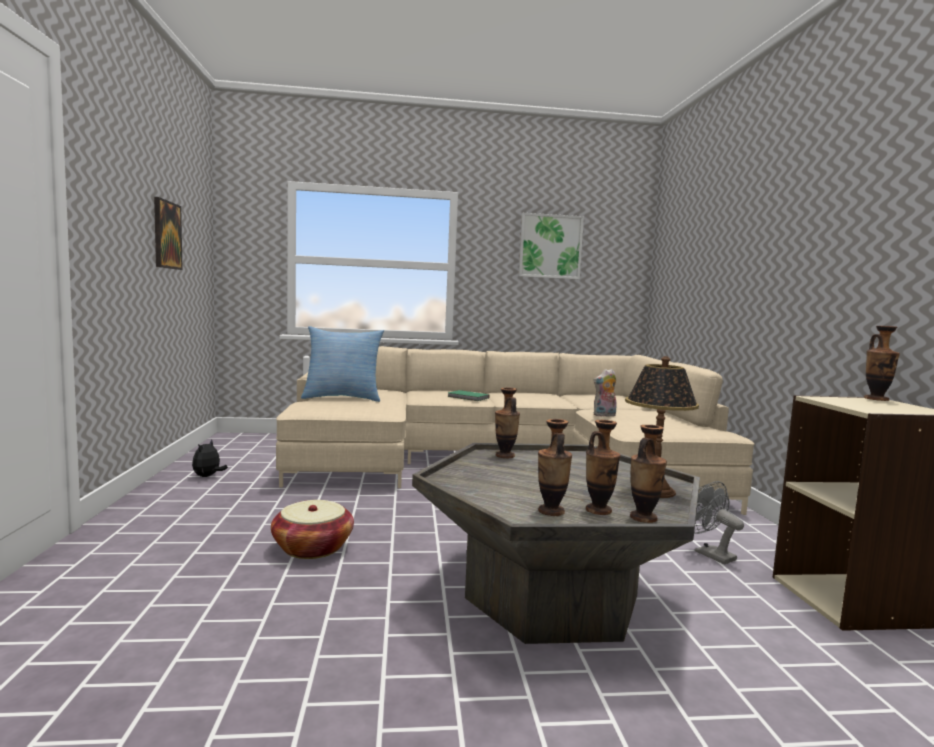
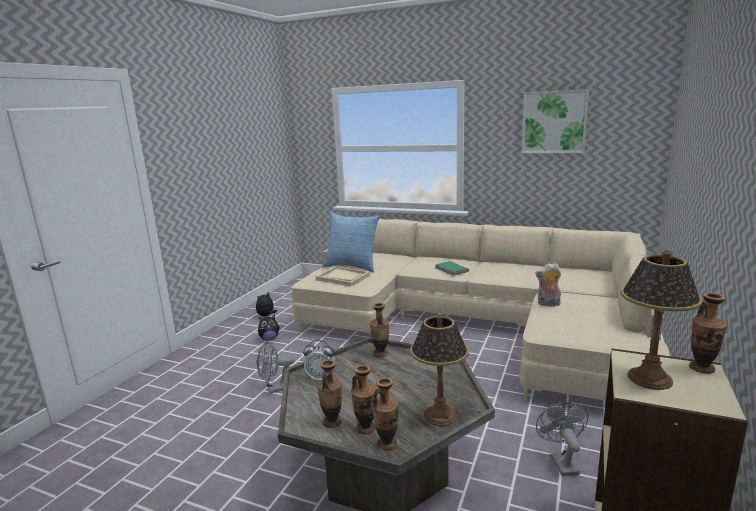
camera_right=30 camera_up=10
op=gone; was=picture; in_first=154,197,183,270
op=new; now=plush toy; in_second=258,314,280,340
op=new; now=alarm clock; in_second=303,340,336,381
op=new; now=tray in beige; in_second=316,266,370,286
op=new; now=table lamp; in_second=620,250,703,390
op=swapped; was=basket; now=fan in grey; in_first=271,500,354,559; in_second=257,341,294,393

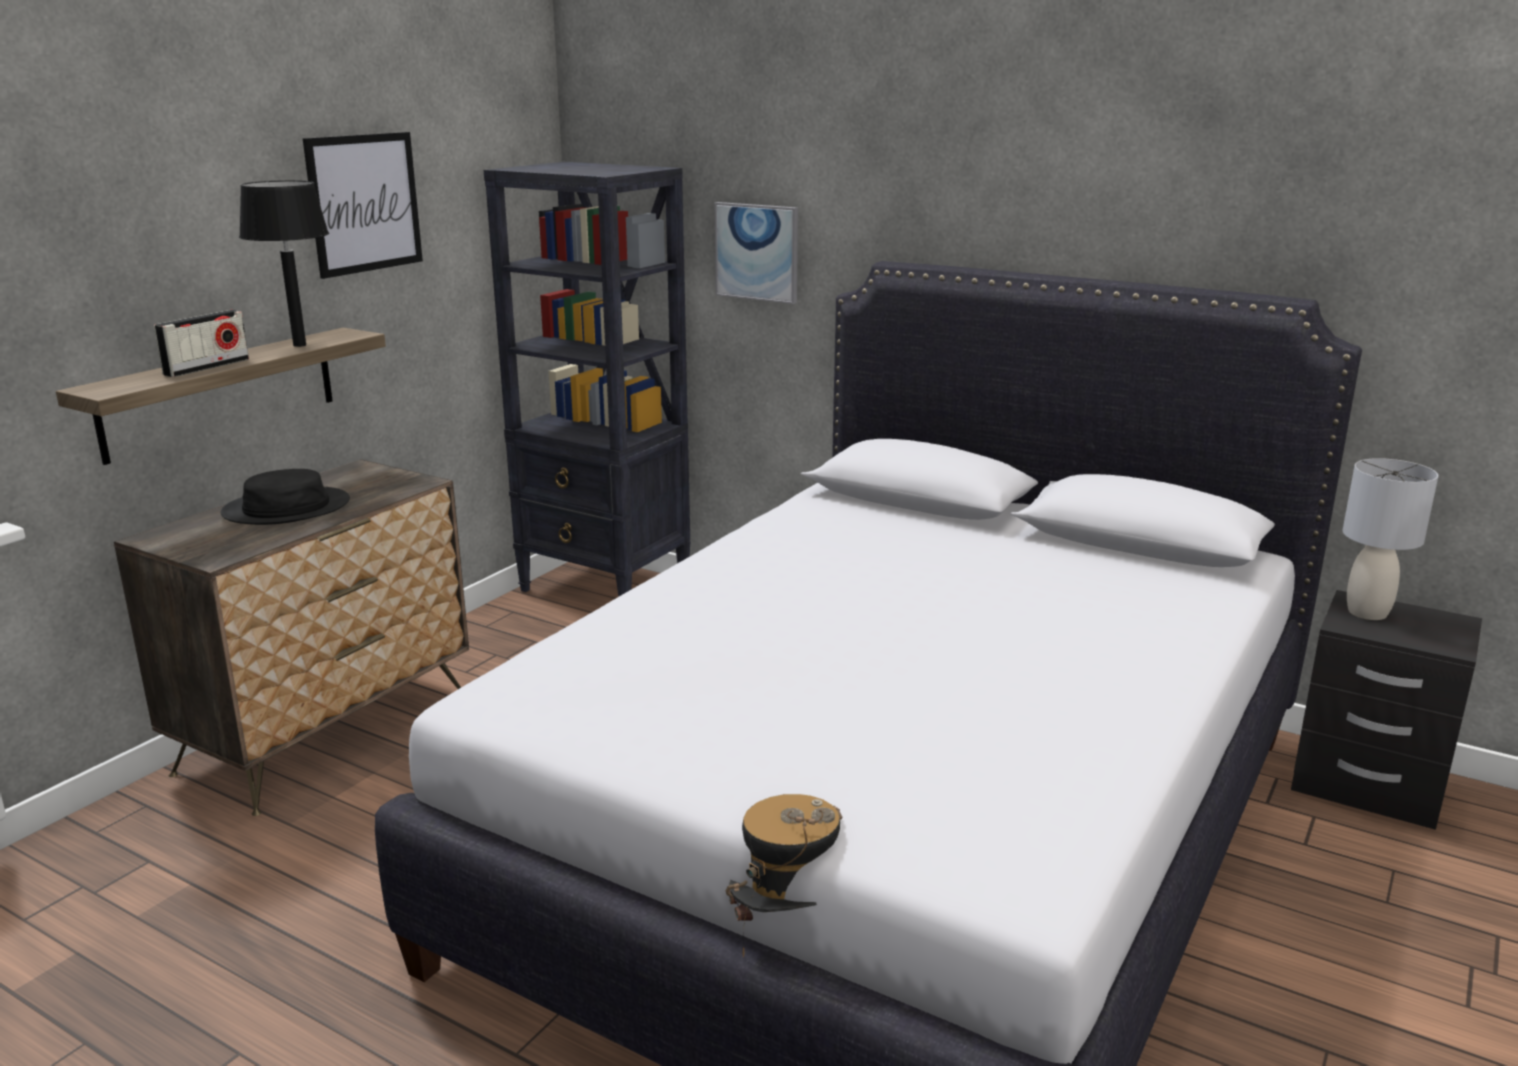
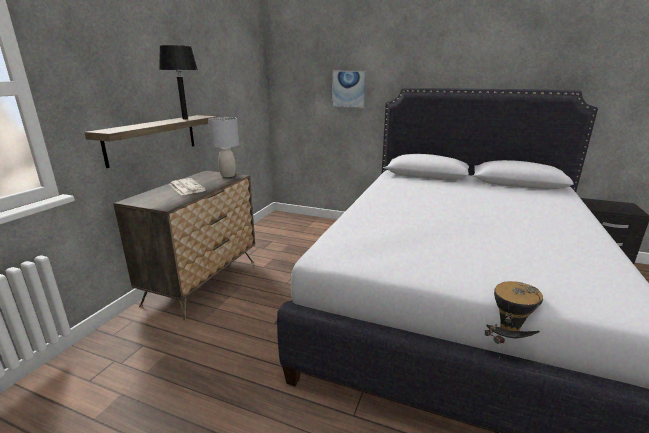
camera_right=-10 camera_up=0
op=gone; was=radio; in_first=154,310,249,377
op=gone; was=picture; in_first=303,132,423,279
op=gone; was=bookcase in black; in_first=484,162,690,597
op=shifted; was=table lamp in grey; in_first=1342,458,1438,620; in_second=208,117,239,177
op=swapped; was=hat in black; now=newspaper; in_first=221,469,350,525; in_second=169,178,206,196

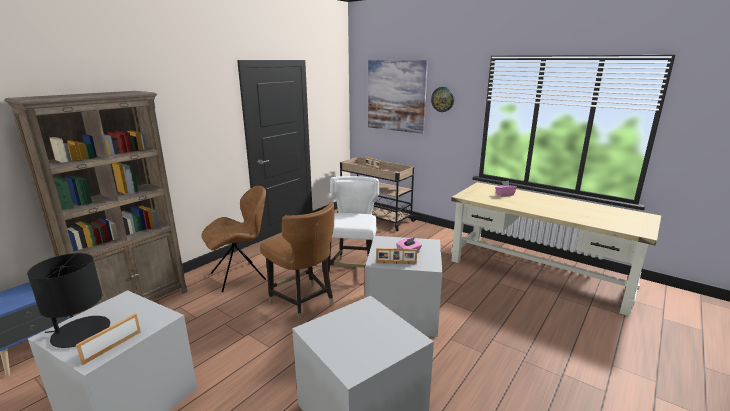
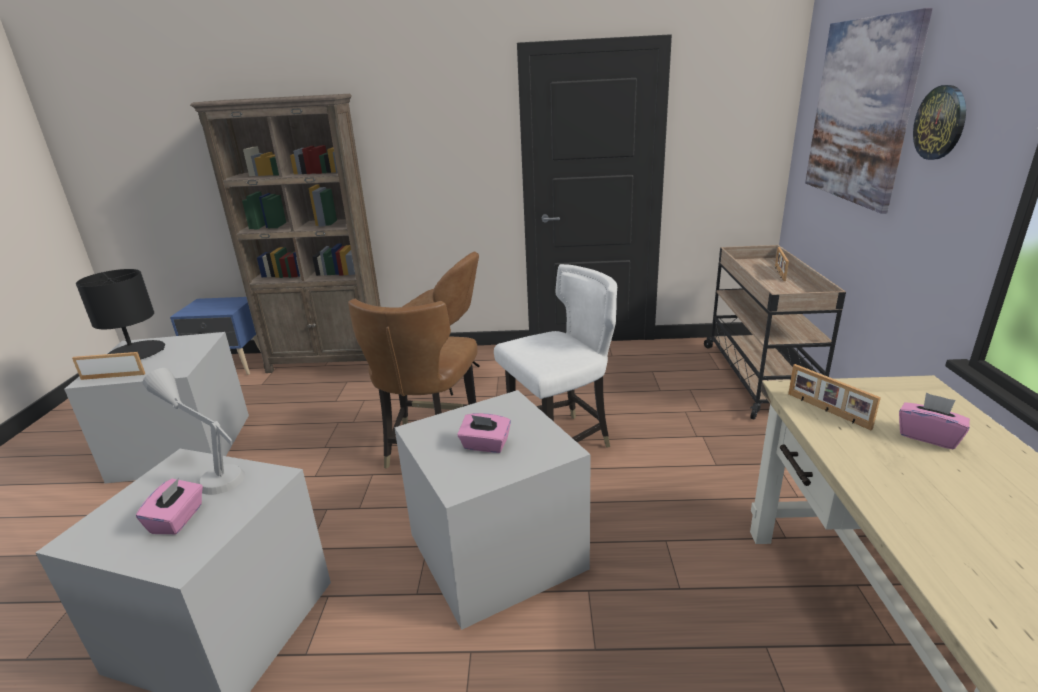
camera_right=55 camera_up=5
op=new; now=tissue box in pink; in_second=136,478,203,534
op=new; now=table lamp in grey; in_second=142,368,245,495
op=shifted; was=picture frame; in_first=376,248,417,264; in_second=788,364,881,430

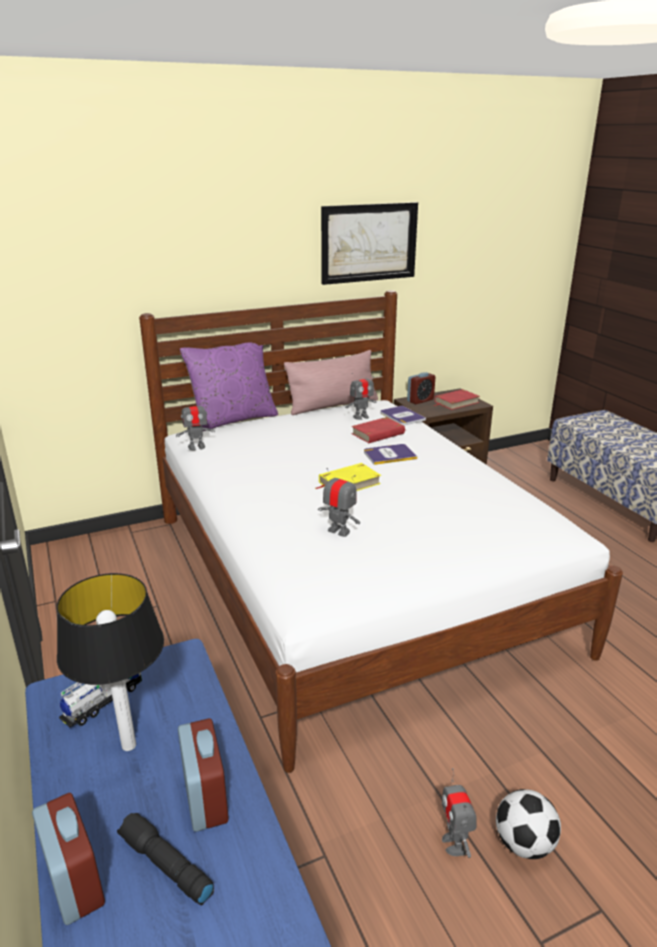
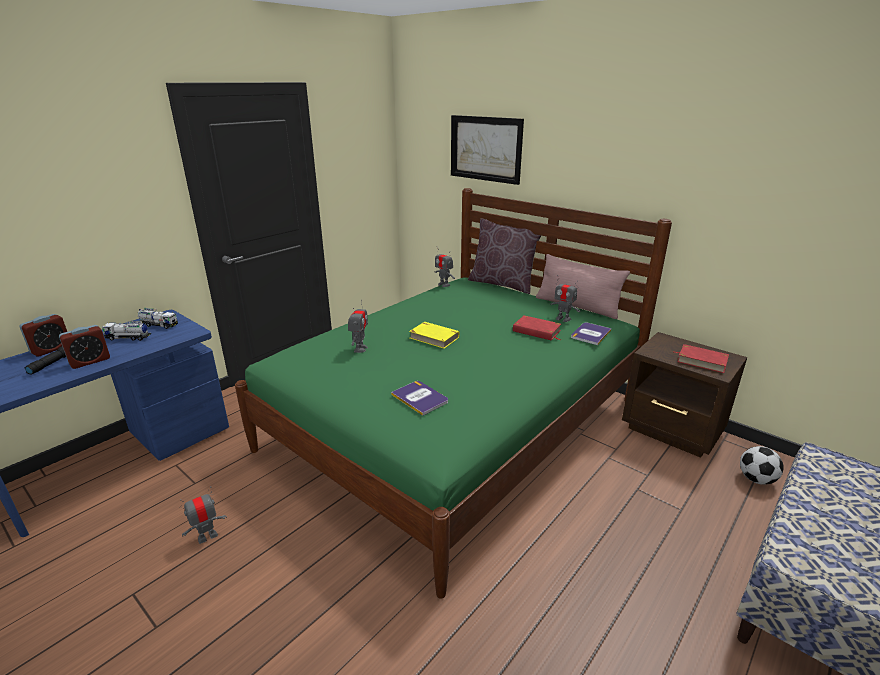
camera_right=65 camera_up=0
op=gone; was=alarm clock; in_first=407,372,435,404
op=shifted; was=picture; in_first=321,202,418,285; in_second=451,115,524,185
op=shifted; was=book; in_first=364,444,418,465; in_second=391,381,448,416
op=shifted; was=football; in_first=496,789,561,859; in_second=740,446,784,485
op=swapped; was=table lamp; now=toy truck; in_first=57,573,164,751; in_second=102,321,151,341
op=repainted; was=bed in white; now=bed in green; in_first=139,290,623,773; in_second=235,188,672,599
op=repainted; was=pillow in purple; now=pillow in brown; in_first=180,342,278,431; in_second=468,219,541,294

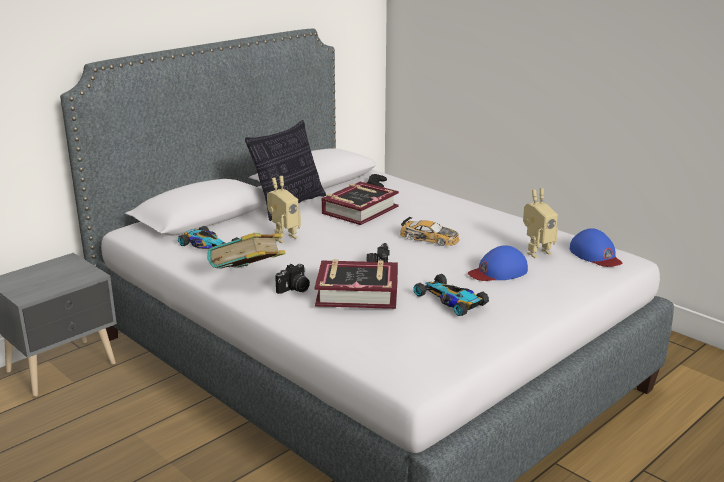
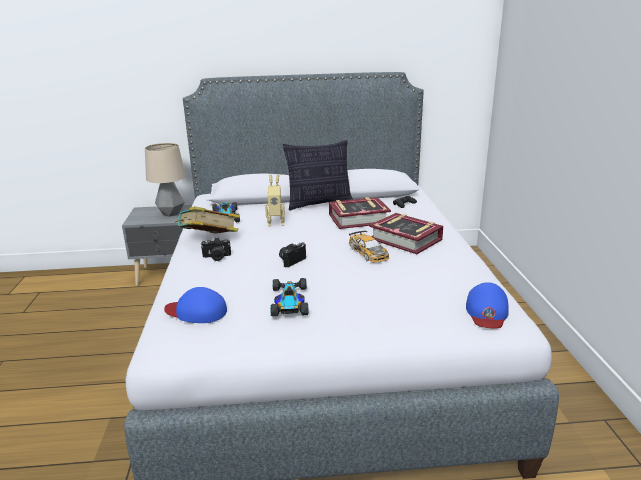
camera_right=40 camera_up=0
op=gone; was=toy robot; in_first=523,188,558,258
op=new; now=table lamp; in_second=145,143,186,217
op=shifted; was=book; in_first=315,259,398,309; in_second=369,213,443,254
op=shifted; was=cap in blue; in_first=468,245,528,281; in_second=164,287,227,323

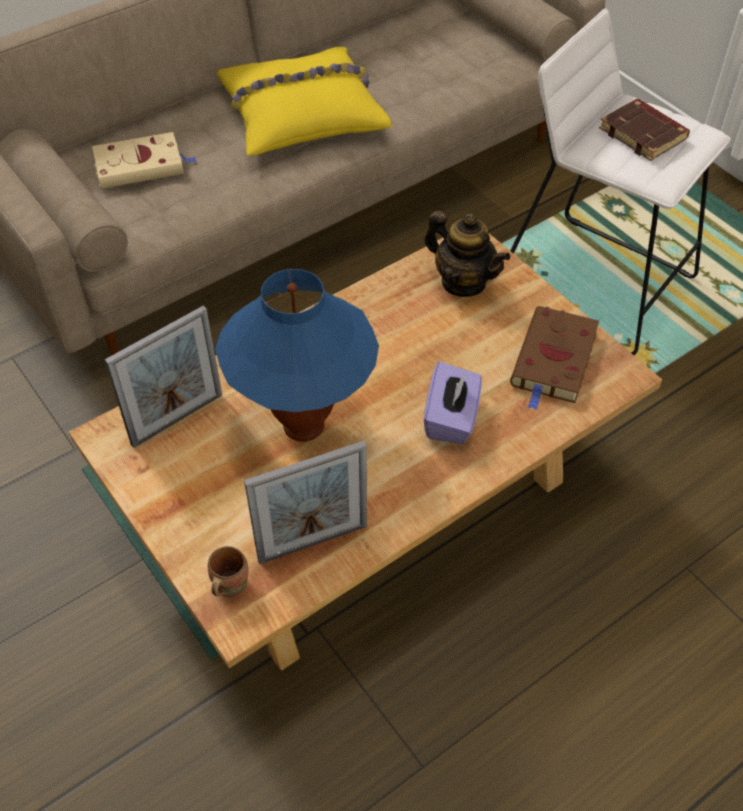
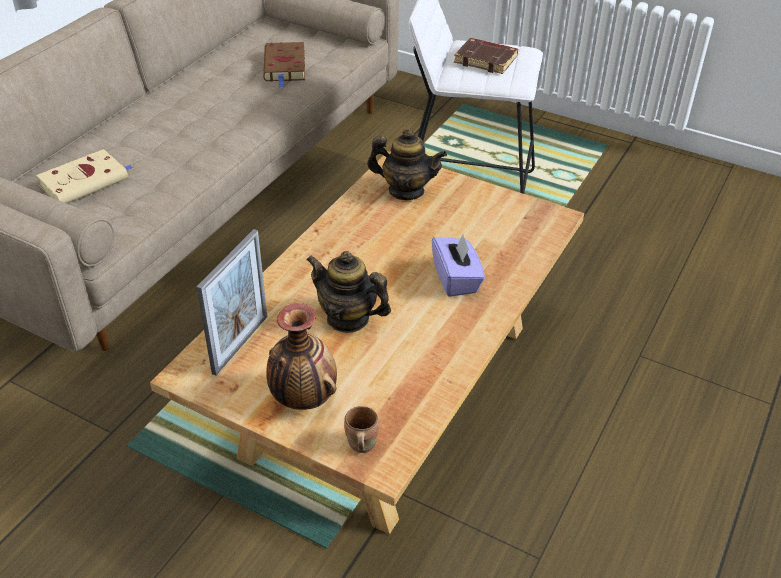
camera_right=-25 camera_up=-10
op=gone; was=pillow in yellow; in_first=217,47,392,156
op=gone; was=picture frame; in_first=244,441,367,564
op=new; now=vase; in_second=266,303,337,410
op=shifted; was=book in brown; in_first=510,306,599,410; in_second=263,42,305,88
op=swapped; was=table lamp in blue; now=teapot; in_first=215,269,379,442; in_second=306,251,391,333

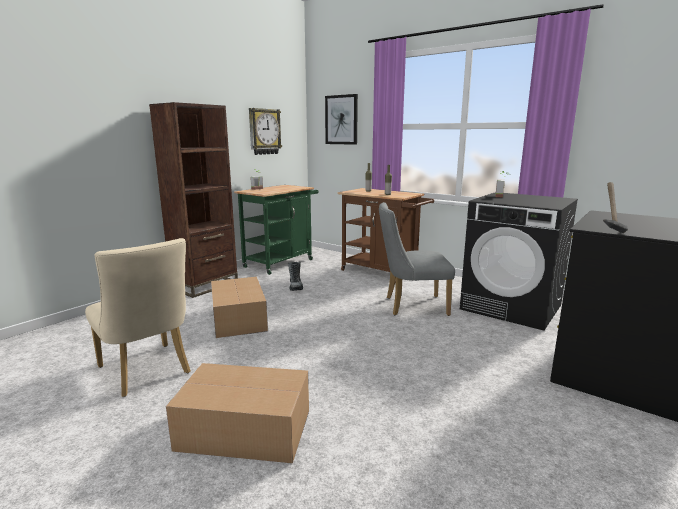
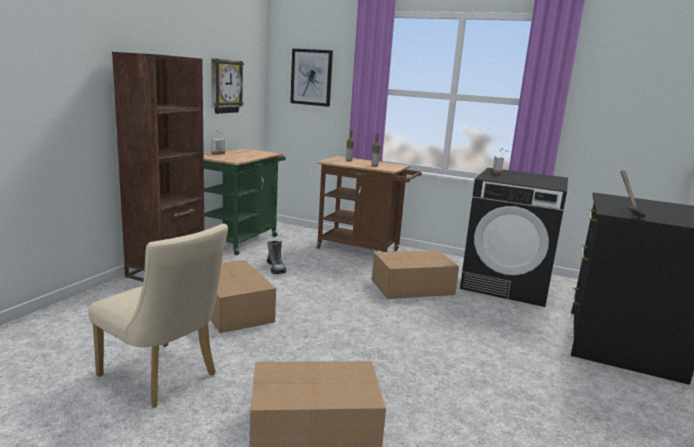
camera_right=-15 camera_up=0
op=swapped; was=chair in grey; now=cardboard box; in_first=379,202,455,316; in_second=372,250,459,299

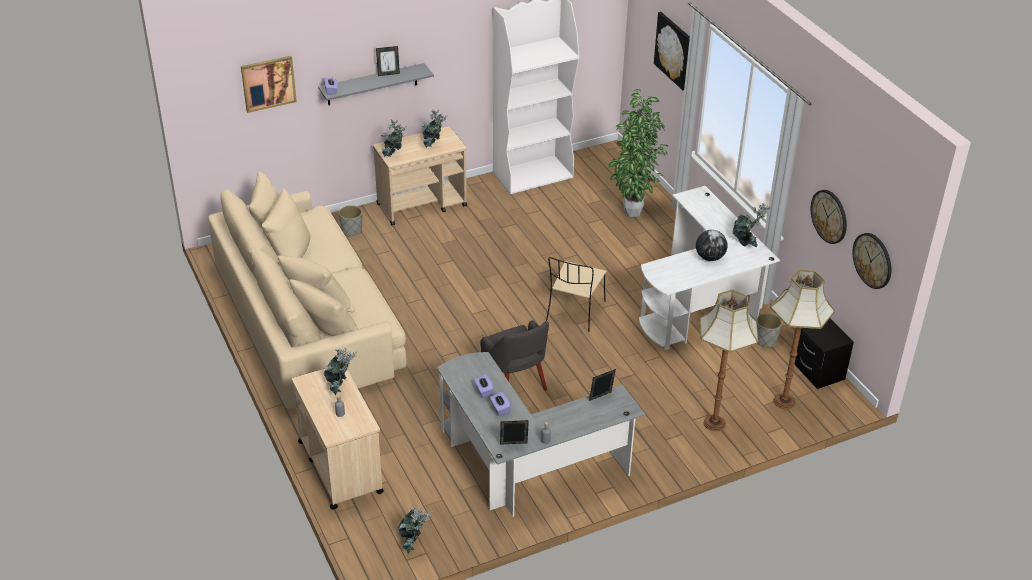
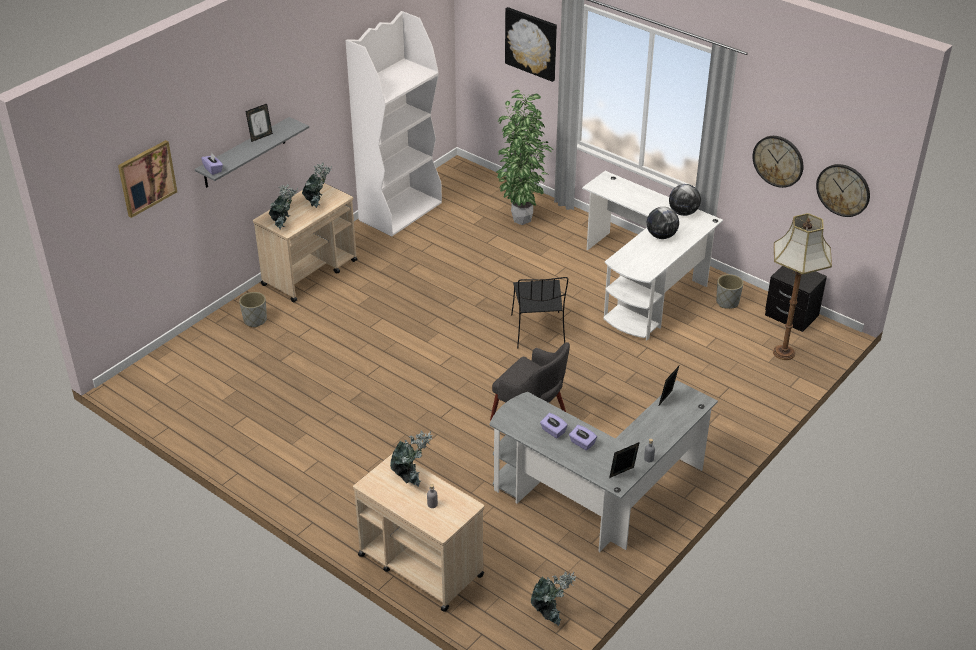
camera_right=-25 camera_up=0
op=gone; was=sofa in beige; in_first=208,171,407,409
op=gone; was=floor lamp; in_first=700,290,758,432
op=swapped; was=potted plant; now=globe; in_first=733,203,771,248; in_second=669,184,701,216
op=repainted; was=chair in beige; now=chair in black; in_first=546,257,606,332; in_second=511,277,568,349

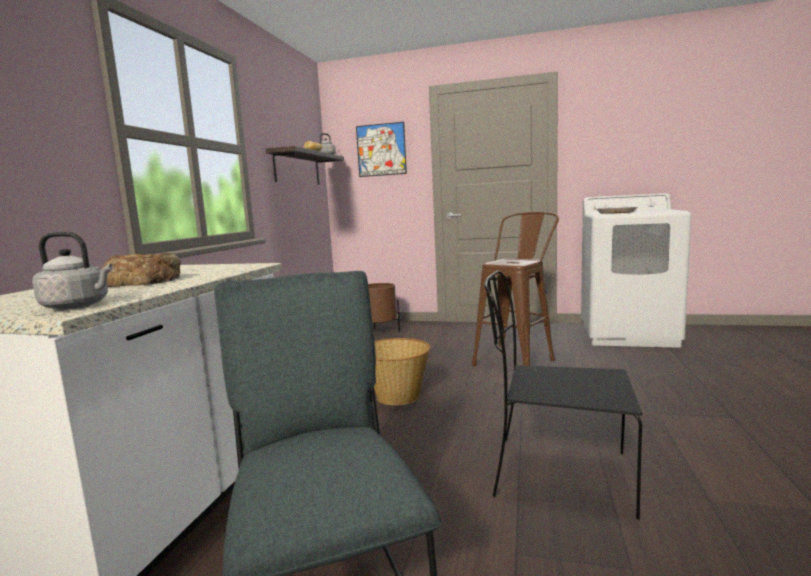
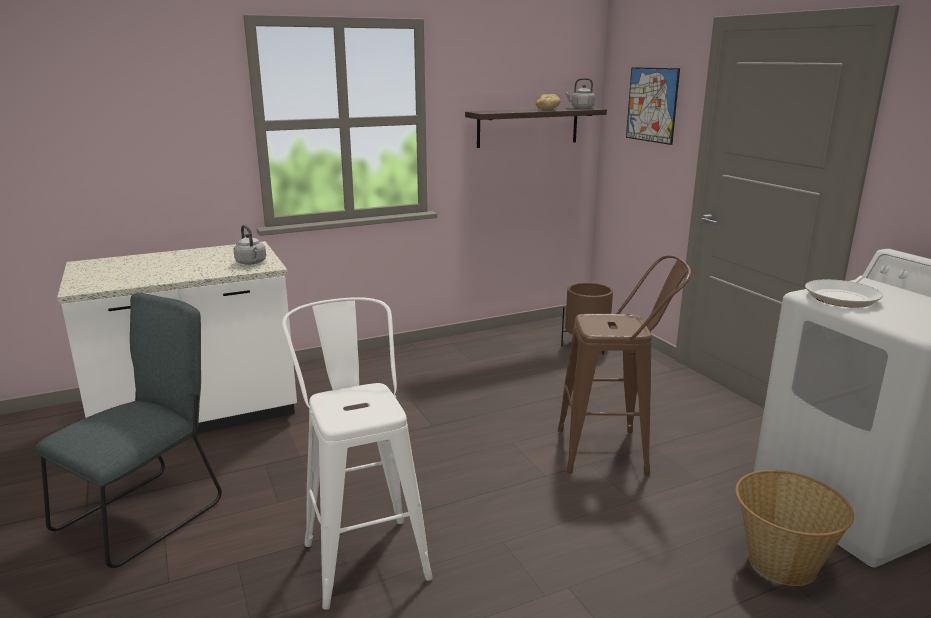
camera_right=50 camera_up=10
op=gone; was=bread; in_first=102,253,181,287
op=shifted; was=kettle in grey; in_first=32,232,113,309; in_second=234,225,266,265
op=shifted; was=basket; in_first=374,338,430,405; in_second=735,470,854,586
op=swapped; was=chair in black; now=stool in white; in_first=484,271,642,520; in_second=282,297,433,610

